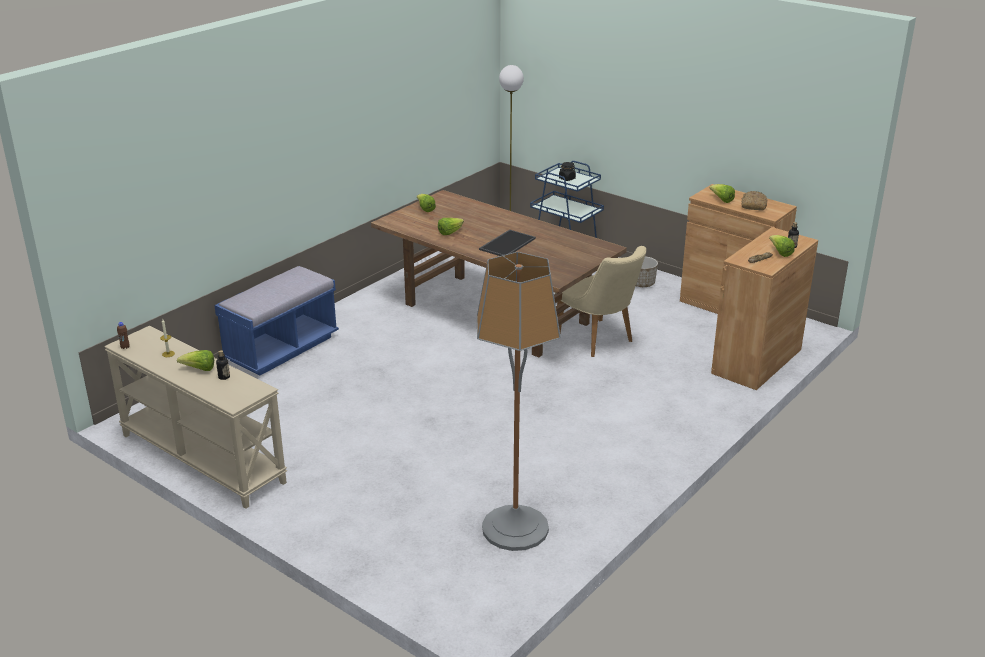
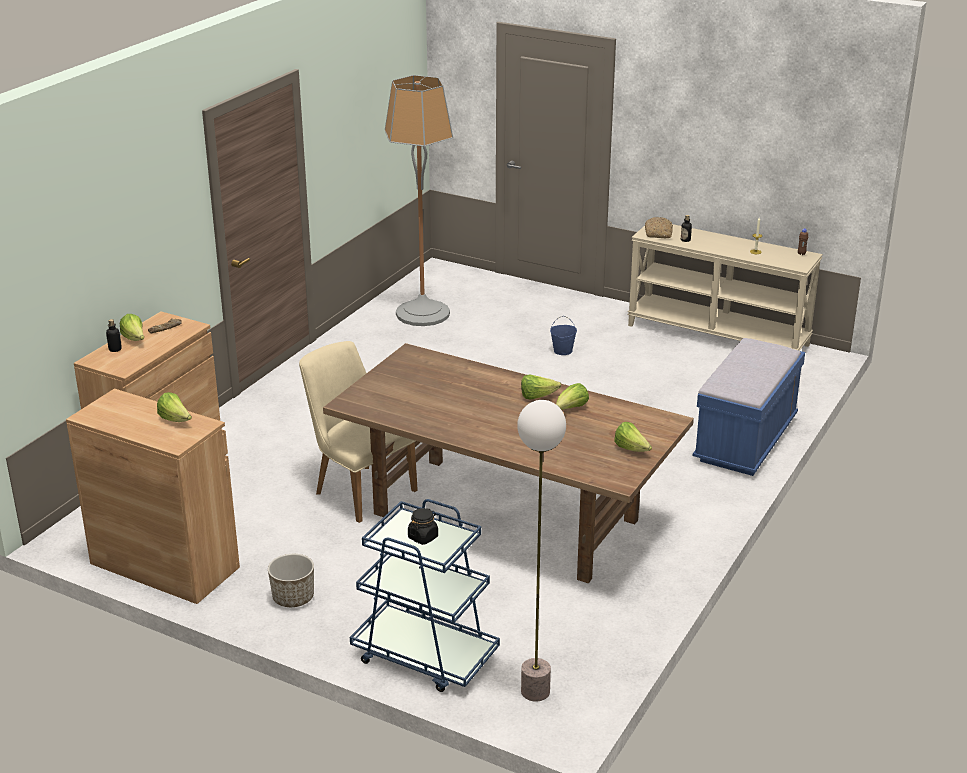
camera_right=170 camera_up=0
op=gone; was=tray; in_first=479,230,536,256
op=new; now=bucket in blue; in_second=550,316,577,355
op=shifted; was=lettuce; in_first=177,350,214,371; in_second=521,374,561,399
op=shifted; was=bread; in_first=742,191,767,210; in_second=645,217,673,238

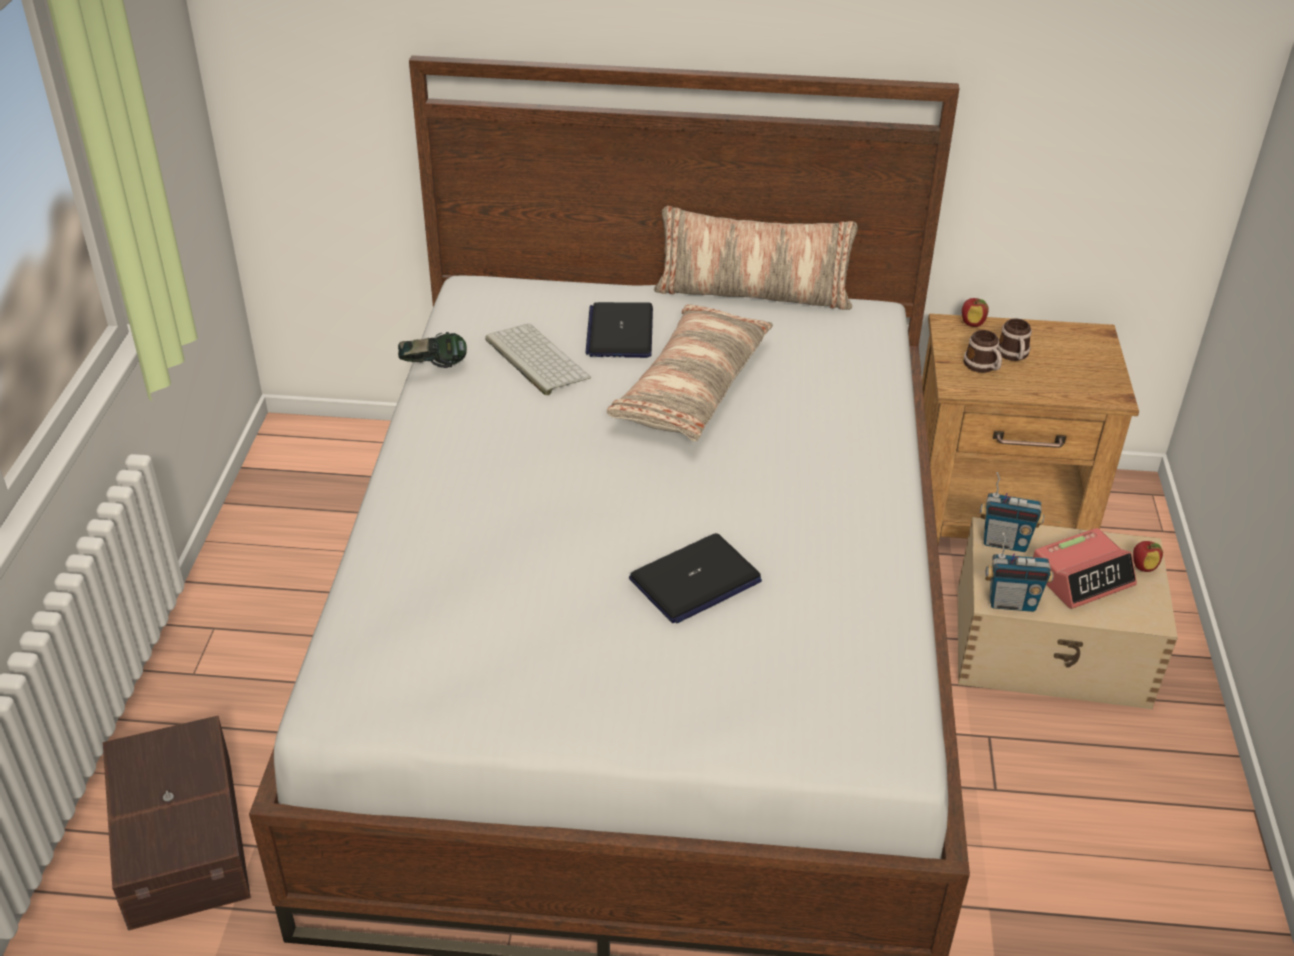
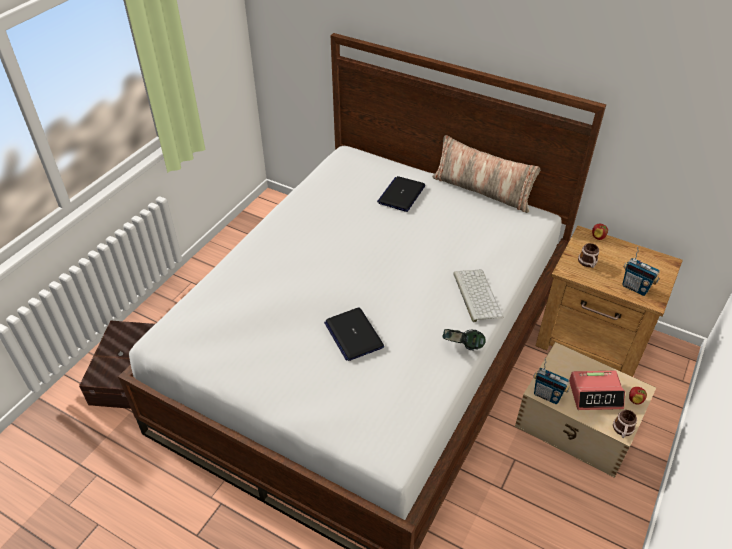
camera_right=25 camera_up=5
op=gone; was=pillow; in_first=607,304,773,441
op=shifted; was=headphones; in_first=398,332,467,368; in_second=442,329,486,351
op=shifted; was=keyboard; in_first=485,324,591,396; in_second=453,270,504,322
op=shifted; was=radio; in_first=980,472,1044,552; in_second=622,247,660,296
op=shifted; was=mug; in_first=998,319,1032,361; in_second=613,410,637,438
op=rotated; was=laptop; in_first=629,533,762,623; in_second=324,307,384,361; clockwise=75

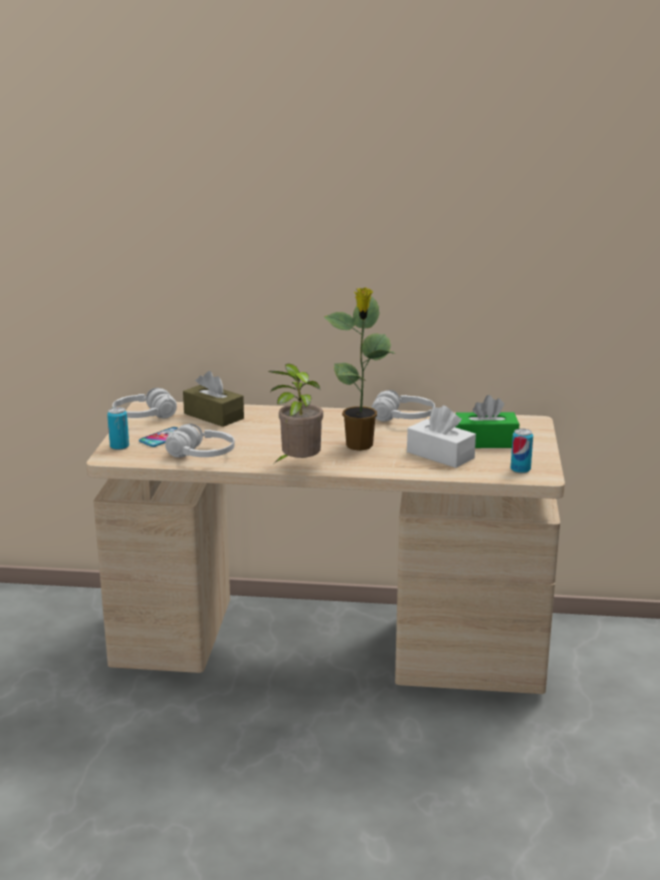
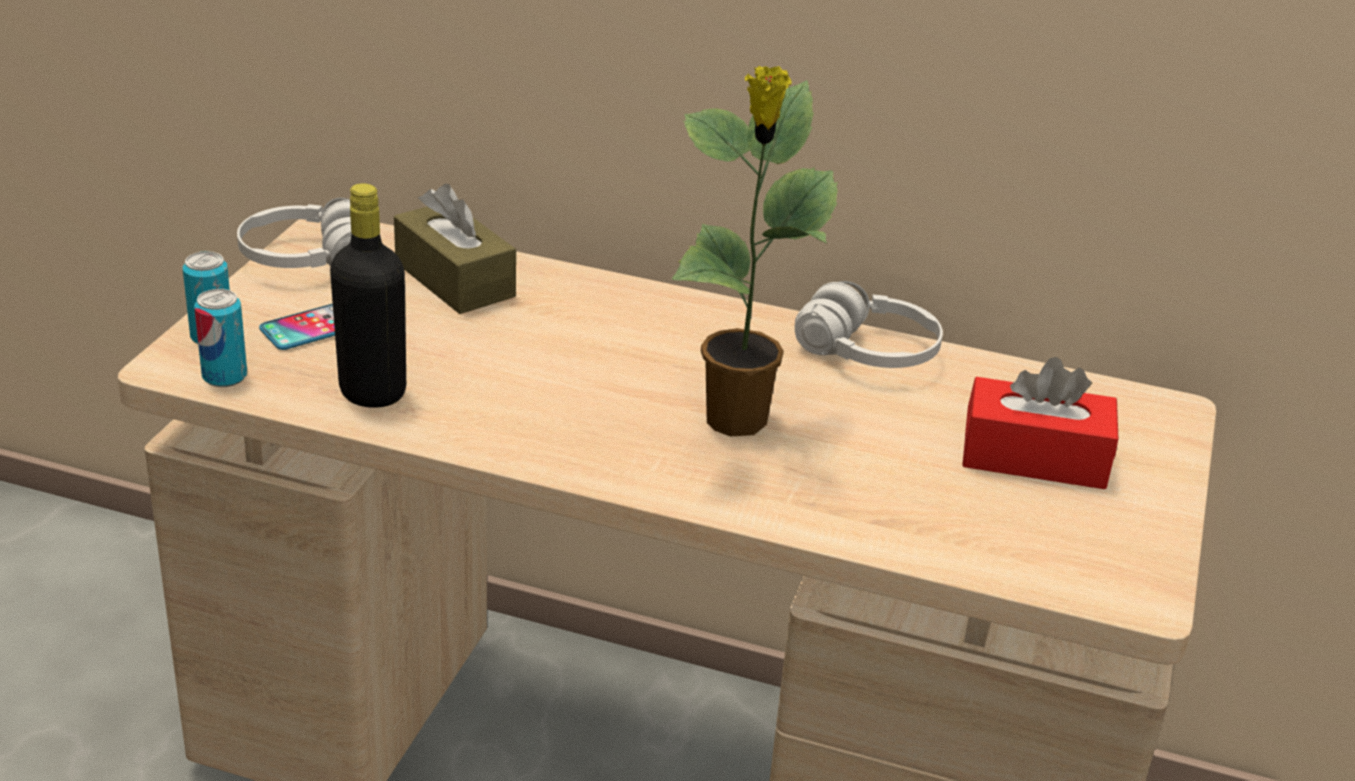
camera_right=10 camera_up=10
op=gone; was=potted plant; in_first=268,364,323,462
op=gone; was=tissue box in white; in_first=407,405,476,468
op=shifted; was=can; in_first=511,428,533,473; in_second=194,289,247,387
op=swapped; was=headphones in white; now=bottle in black; in_first=165,424,235,458; in_second=330,183,406,408
op=repainted; was=tissue box in green; now=tissue box in red; in_first=455,395,519,448; in_second=962,357,1118,489

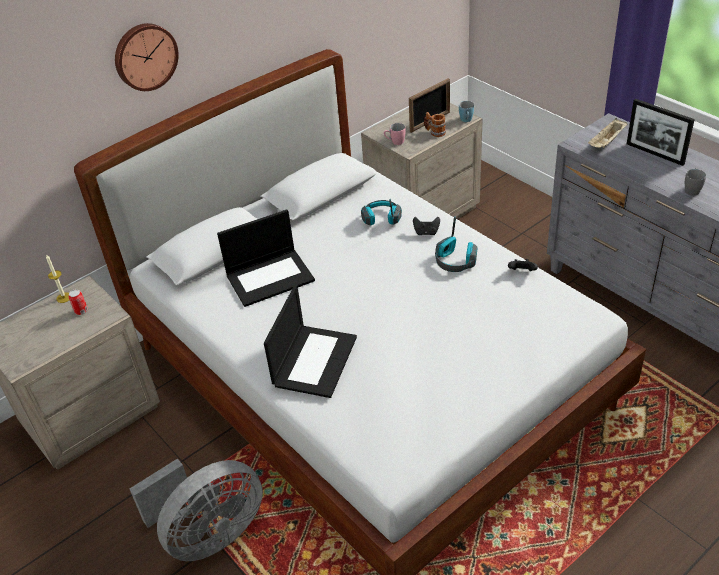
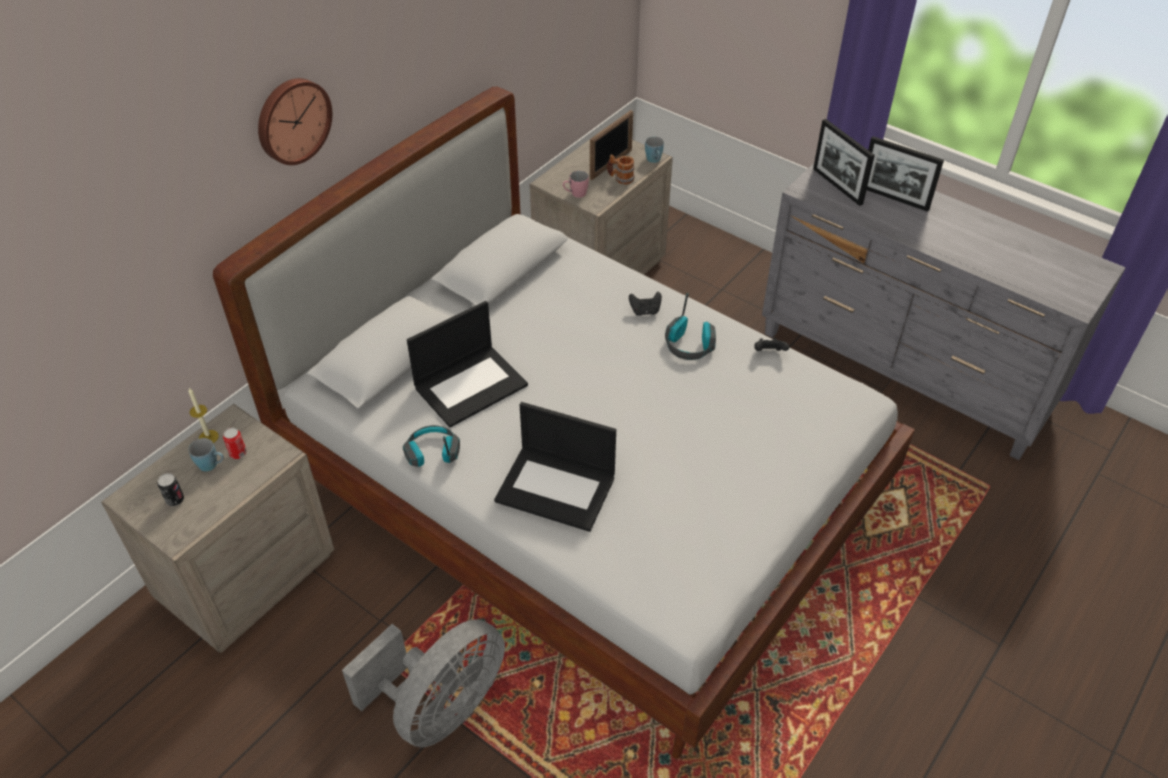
camera_right=-15 camera_up=5
op=gone; was=mug in grey; in_first=685,168,706,196
op=new; now=can; in_second=157,473,184,506
op=new; now=mug in blue; in_second=188,438,224,471
op=shifted; was=headphones; in_first=361,198,402,225; in_second=403,425,460,467
op=swapped; was=tray in beige; now=picture frame; in_first=588,118,627,148; in_second=813,119,875,206
op=rotated; was=laptop; in_first=264,285,357,398; in_second=494,402,616,532; clockwise=105

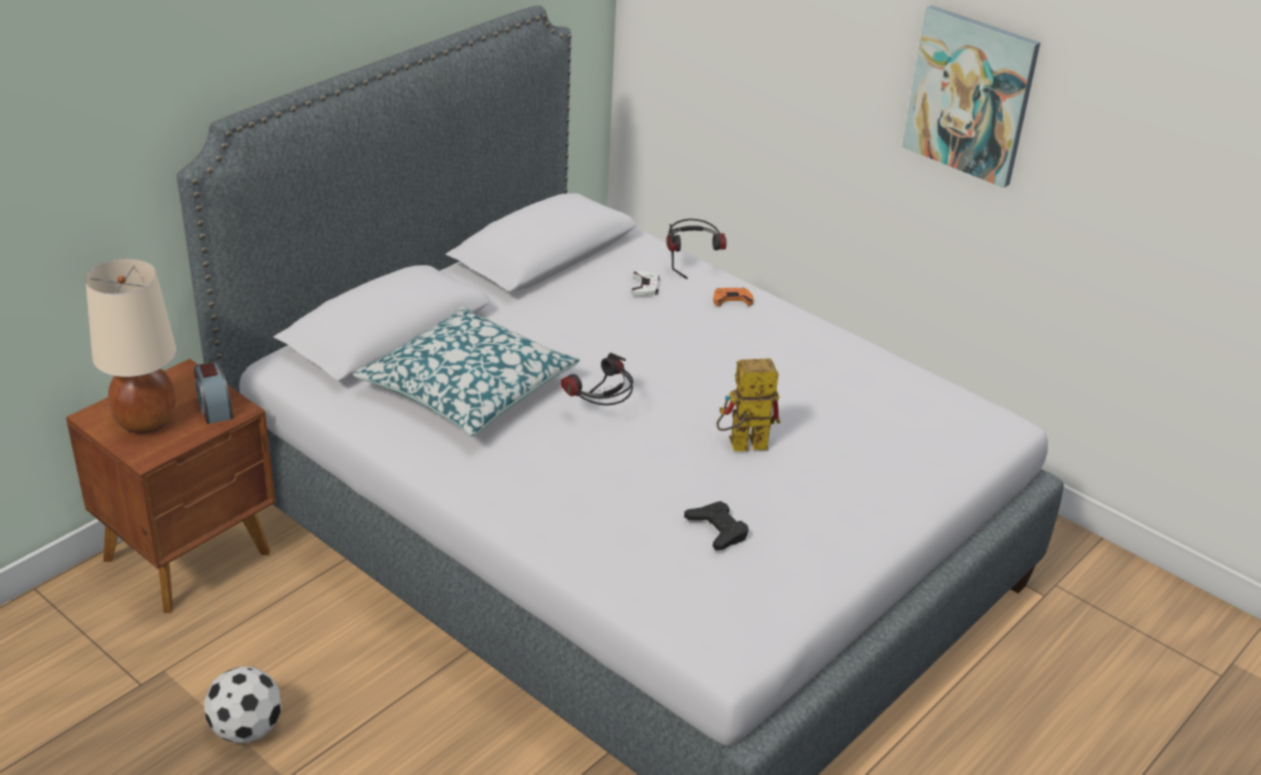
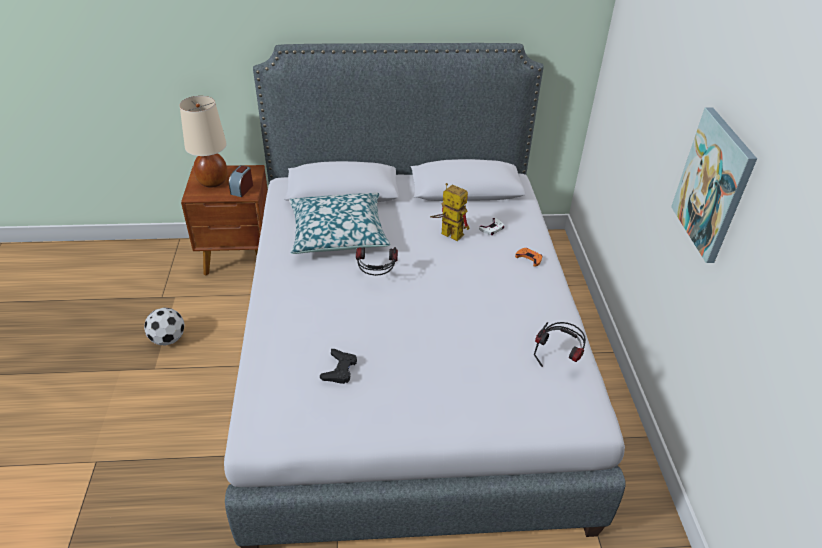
camera_right=45 camera_up=5
op=shifted; was=headphones; in_first=666,219,727,279; in_second=534,322,586,367
op=shifted; was=toy robot; in_first=716,358,780,451; in_second=430,183,470,241

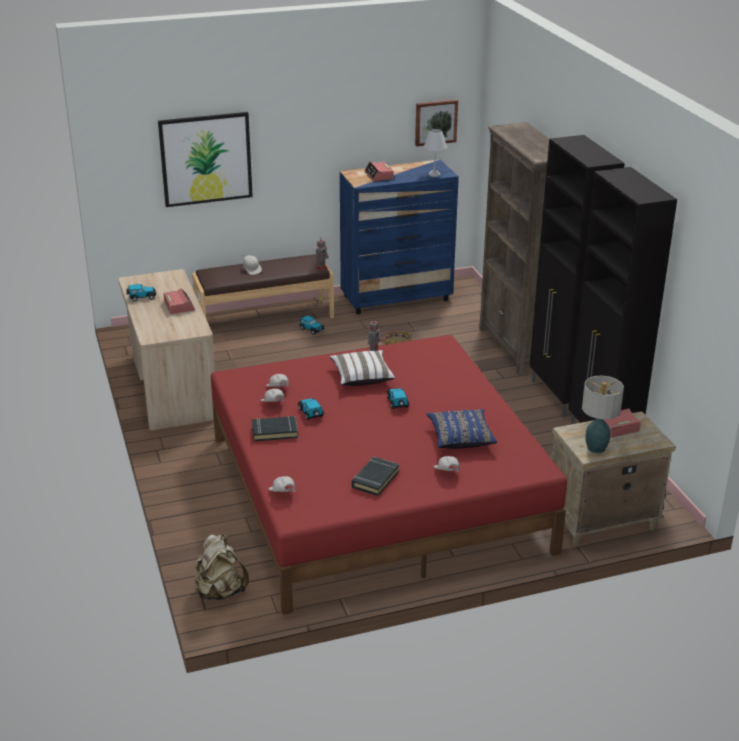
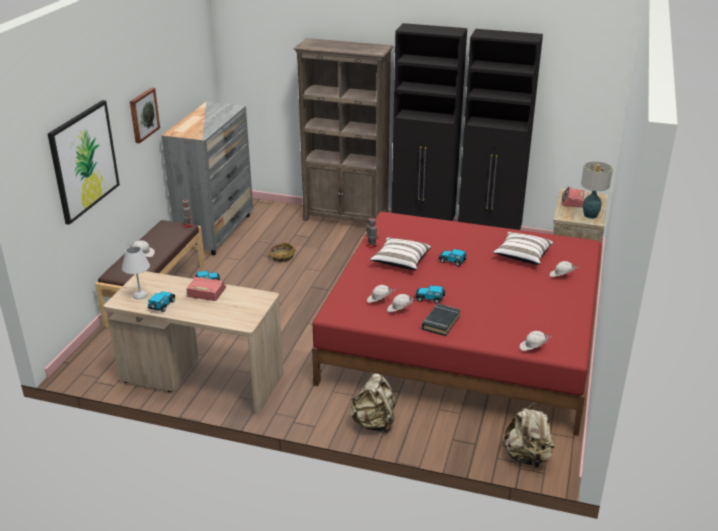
camera_right=-55 camera_up=0
op=gone; was=book in black; in_first=352,457,400,496
op=gone; was=alarm clock; in_first=364,162,394,181
op=new; now=backpack in beige; in_second=350,374,396,433
op=shifted; was=picture; in_first=415,99,458,146; in_second=130,87,160,143
op=shifted; was=table lamp in white; in_first=424,129,447,177; in_second=122,246,150,299
op=repainted; was=dresser in blue; now=dresser in grey; in_first=340,160,459,314; in_second=161,102,253,255
op=repainted; was=pillow in blue; now=pillow in white; in_first=426,409,497,449; in_second=493,232,553,265

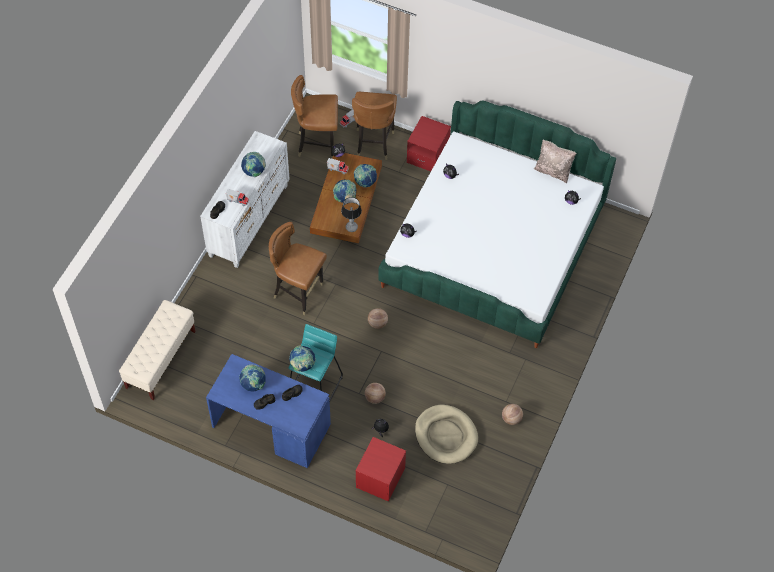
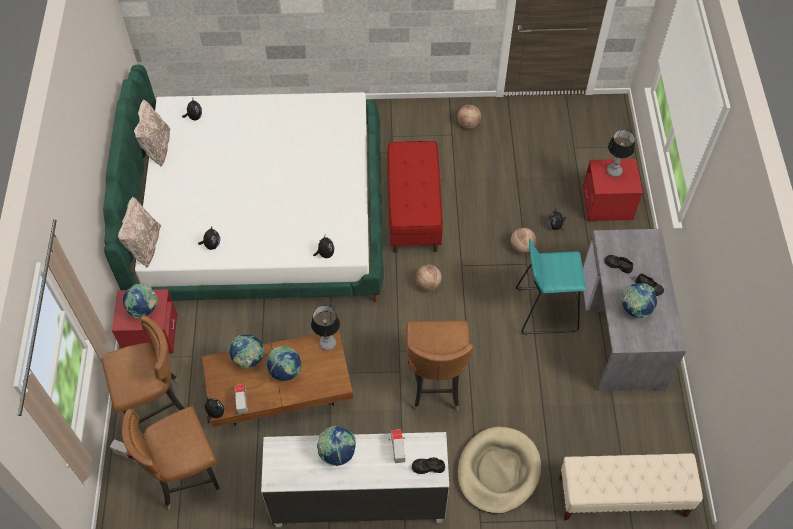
camera_right=-115 camera_up=0
op=new; now=pillow in beige; in_second=118,197,161,268
op=new; now=bench in red; in_second=387,141,443,253
op=new; now=table lamp; in_second=607,129,635,177
op=shifted; was=globe; in_first=289,345,316,372; in_second=123,283,158,319
op=shifted; was=dog bed in beige; in_first=415,405,478,464; in_second=458,427,541,514
op=repainted; was=desk in blue; now=desk in grey; in_first=206,354,331,468; in_second=583,229,686,391
op=rotated; was=chair in brown; in_first=291,75,338,158; in_second=122,406,221,510; clockwise=90

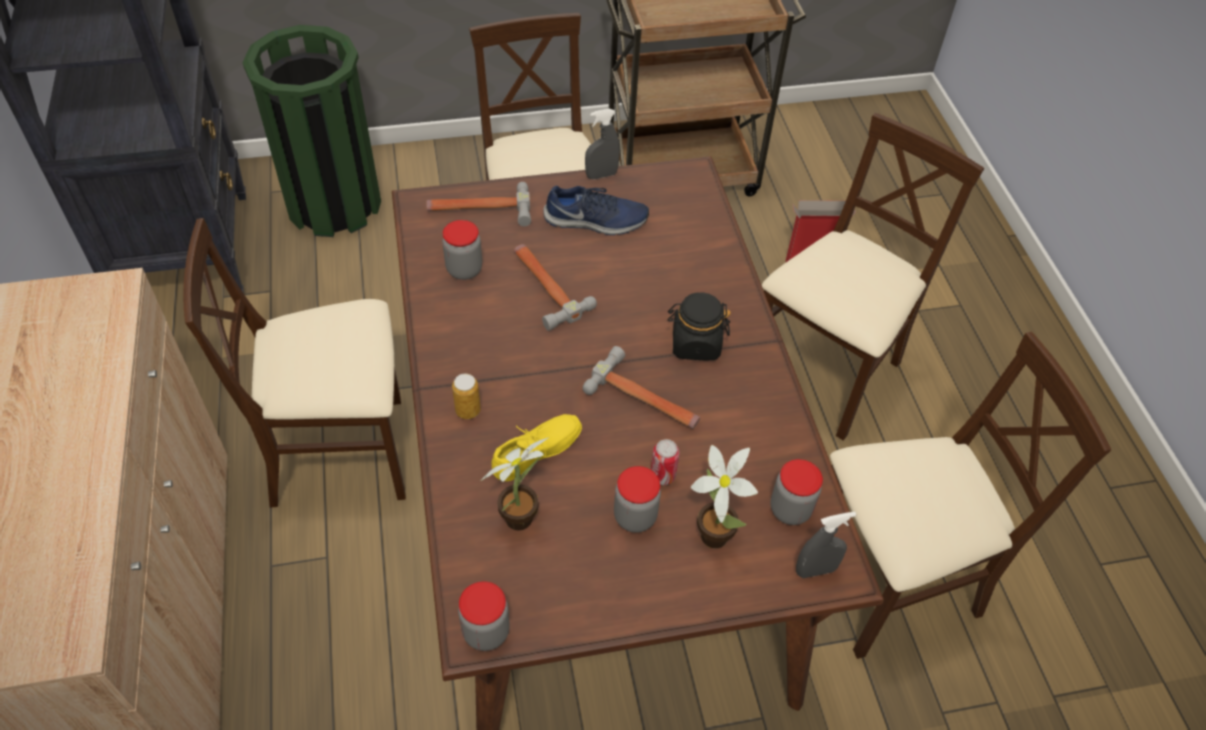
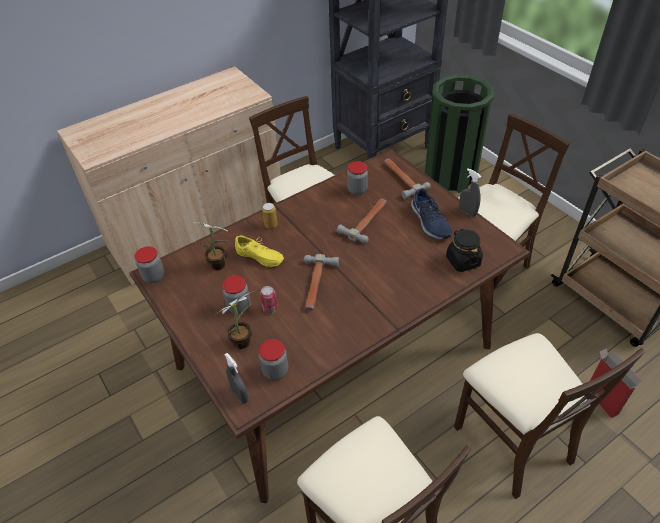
camera_right=70 camera_up=-5
op=shifted; was=jar in black; in_first=668,292,731,360; in_second=446,229,483,272
op=rotated; was=chair in beige; in_first=762,113,984,440; in_second=454,333,645,499; clockwise=45

